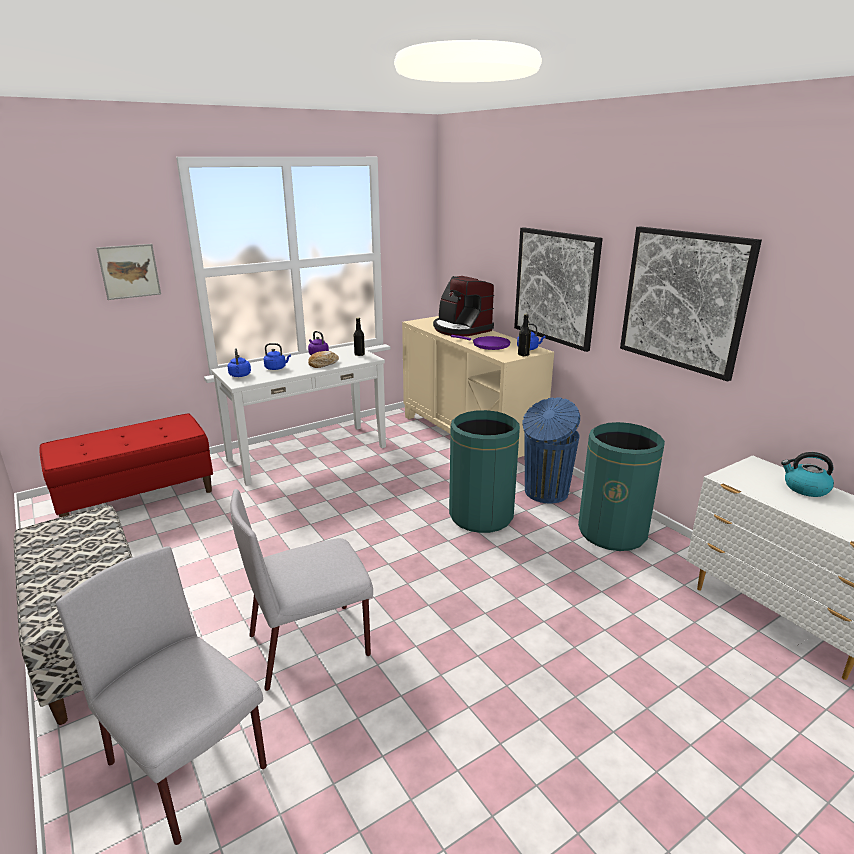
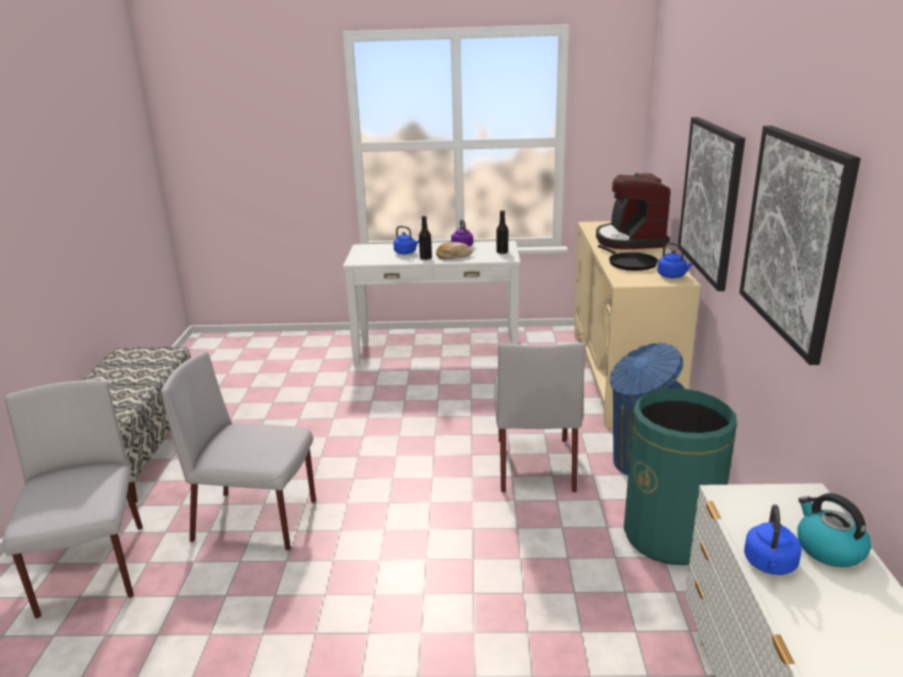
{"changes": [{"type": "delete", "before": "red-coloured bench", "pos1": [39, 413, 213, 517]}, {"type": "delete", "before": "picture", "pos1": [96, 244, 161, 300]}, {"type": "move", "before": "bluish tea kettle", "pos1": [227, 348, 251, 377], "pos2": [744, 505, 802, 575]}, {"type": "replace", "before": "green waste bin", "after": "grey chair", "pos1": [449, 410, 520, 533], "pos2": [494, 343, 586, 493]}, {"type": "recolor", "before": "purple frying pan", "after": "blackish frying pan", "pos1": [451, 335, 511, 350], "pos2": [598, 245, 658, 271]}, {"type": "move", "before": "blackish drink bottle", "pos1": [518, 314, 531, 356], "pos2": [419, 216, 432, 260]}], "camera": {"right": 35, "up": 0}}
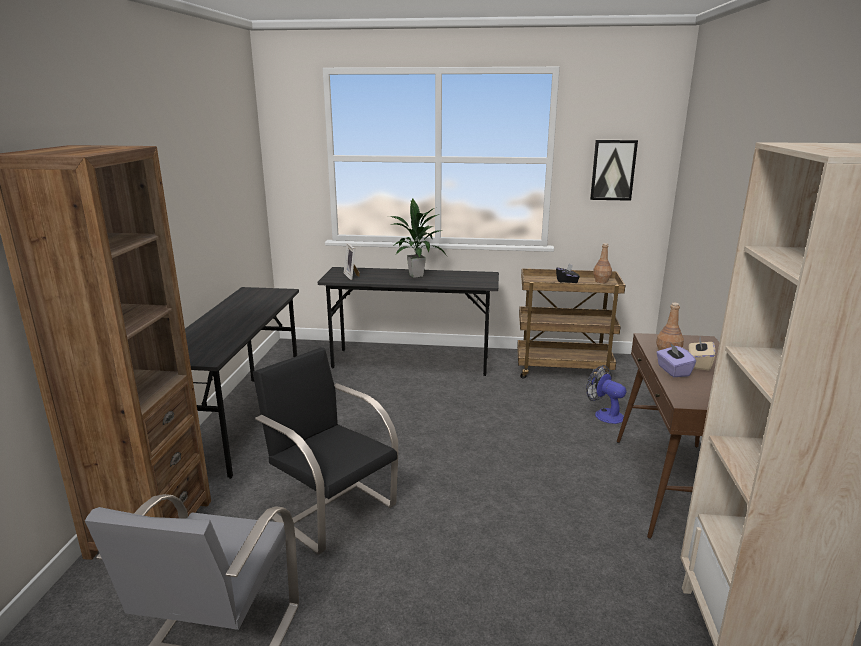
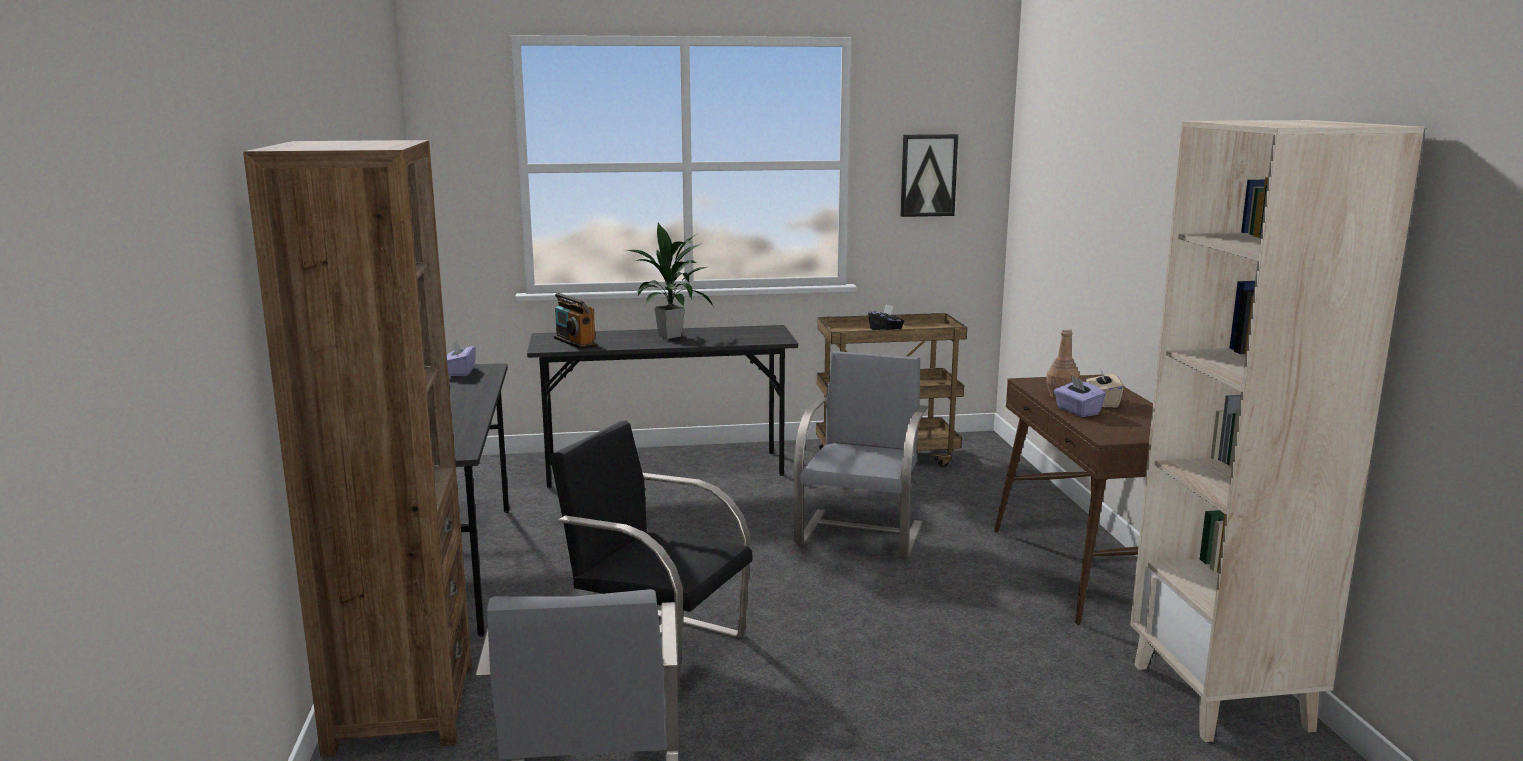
{"changes": [{"type": "replace", "before": "photo frame", "after": "radio", "pos1": [344, 243, 360, 280], "pos2": [554, 293, 597, 349]}, {"type": "delete", "before": "electric fan", "pos1": [586, 365, 626, 424]}, {"type": "delete", "before": "brown drink bottle", "pos1": [593, 243, 612, 283]}, {"type": "insert", "after": "purple box of tissues", "pos2": [447, 339, 476, 376]}, {"type": "insert", "after": "grey chair", "pos2": [794, 351, 928, 559]}], "camera": {"right": -15, "up": -5}}
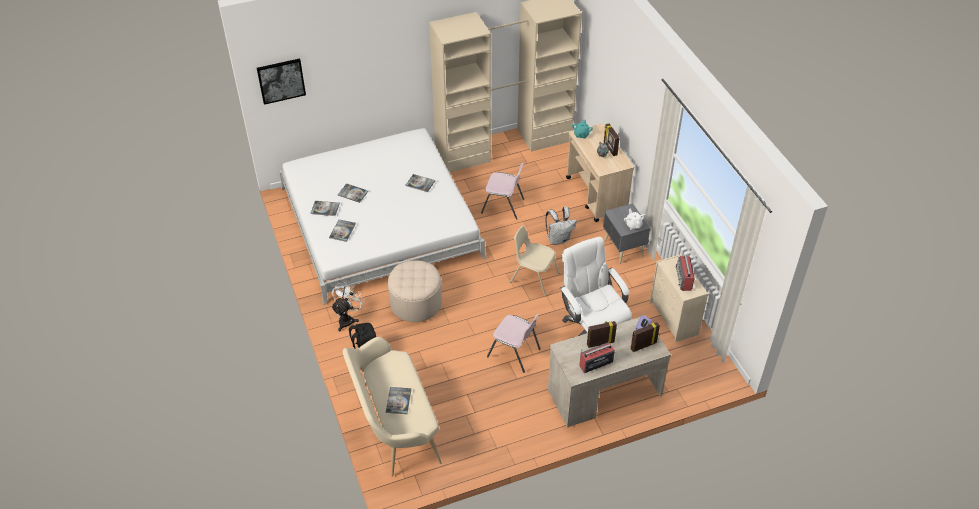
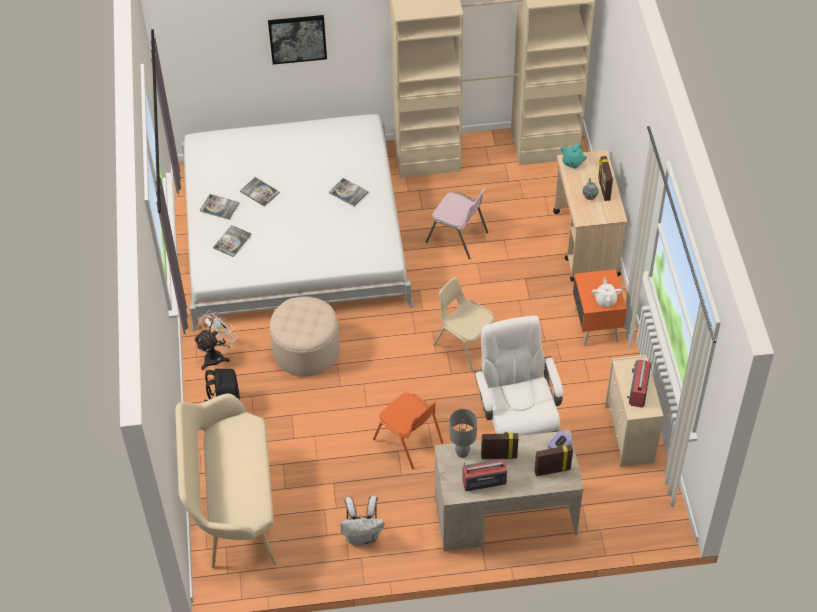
{"changes": [{"type": "move", "before": "picture", "pos1": [257, 58, 306, 105], "pos2": [268, 15, 327, 65]}, {"type": "delete", "before": "book", "pos1": [386, 387, 412, 414]}, {"type": "recolor", "before": "pink chair", "after": "orangey chair", "pos1": [487, 314, 541, 373], "pos2": [373, 392, 443, 469]}, {"type": "move", "before": "whitish knapsack", "pos1": [546, 206, 577, 245], "pos2": [340, 495, 384, 545]}, {"type": "recolor", "before": "grey bedside table", "after": "orangey bedside table", "pos1": [603, 203, 650, 264], "pos2": [573, 269, 626, 346]}, {"type": "insert", "after": "grey tabletop lamp", "pos2": [449, 409, 477, 458]}], "camera": {"right": 15, "up": 5}}
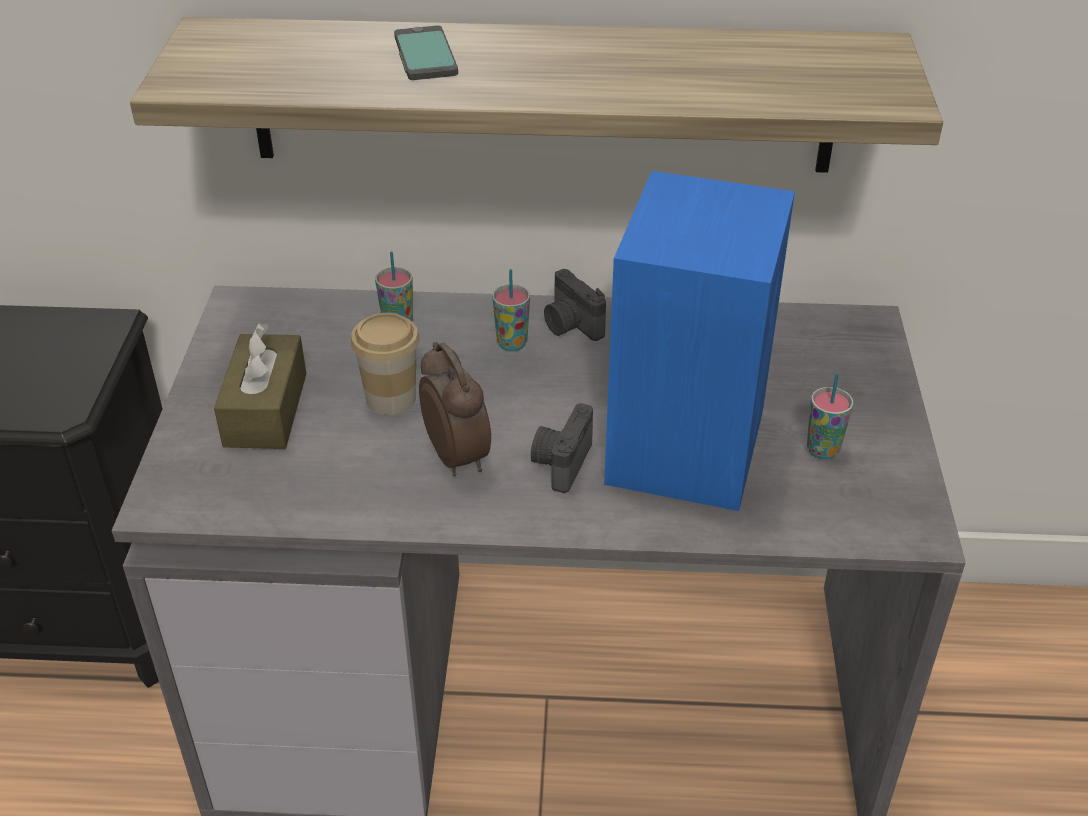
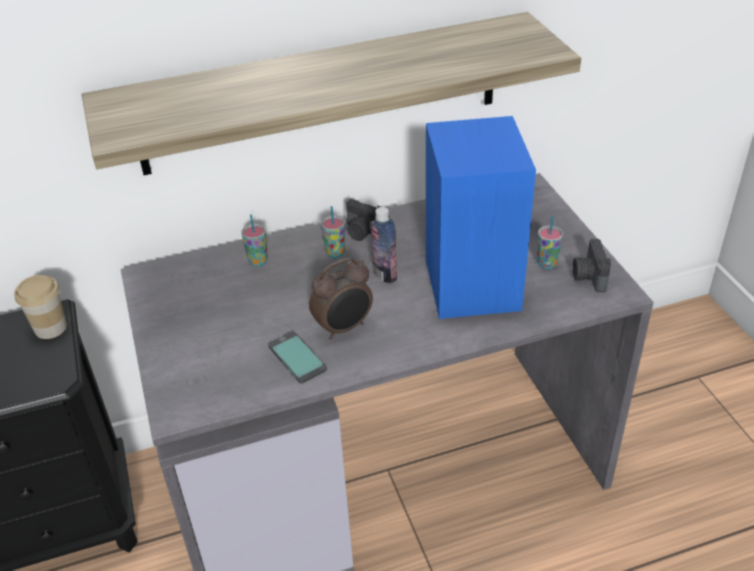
{"changes": [{"type": "delete", "before": "brown box of tissues", "pos1": [214, 323, 307, 449]}, {"type": "move", "before": "small cup", "pos1": [351, 313, 420, 415], "pos2": [14, 275, 67, 339]}, {"type": "move", "before": "handset", "pos1": [394, 26, 458, 80], "pos2": [268, 331, 327, 384]}, {"type": "rotate", "before": "alarm clock", "pos1": [419, 342, 491, 476], "pos2": [309, 257, 373, 339], "turn": 105}, {"type": "move", "before": "still camera", "pos1": [531, 403, 593, 493], "pos2": [573, 239, 611, 292]}, {"type": "insert", "after": "drink bottle", "pos2": [371, 207, 397, 283]}], "camera": {"right": -20, "up": 0}}
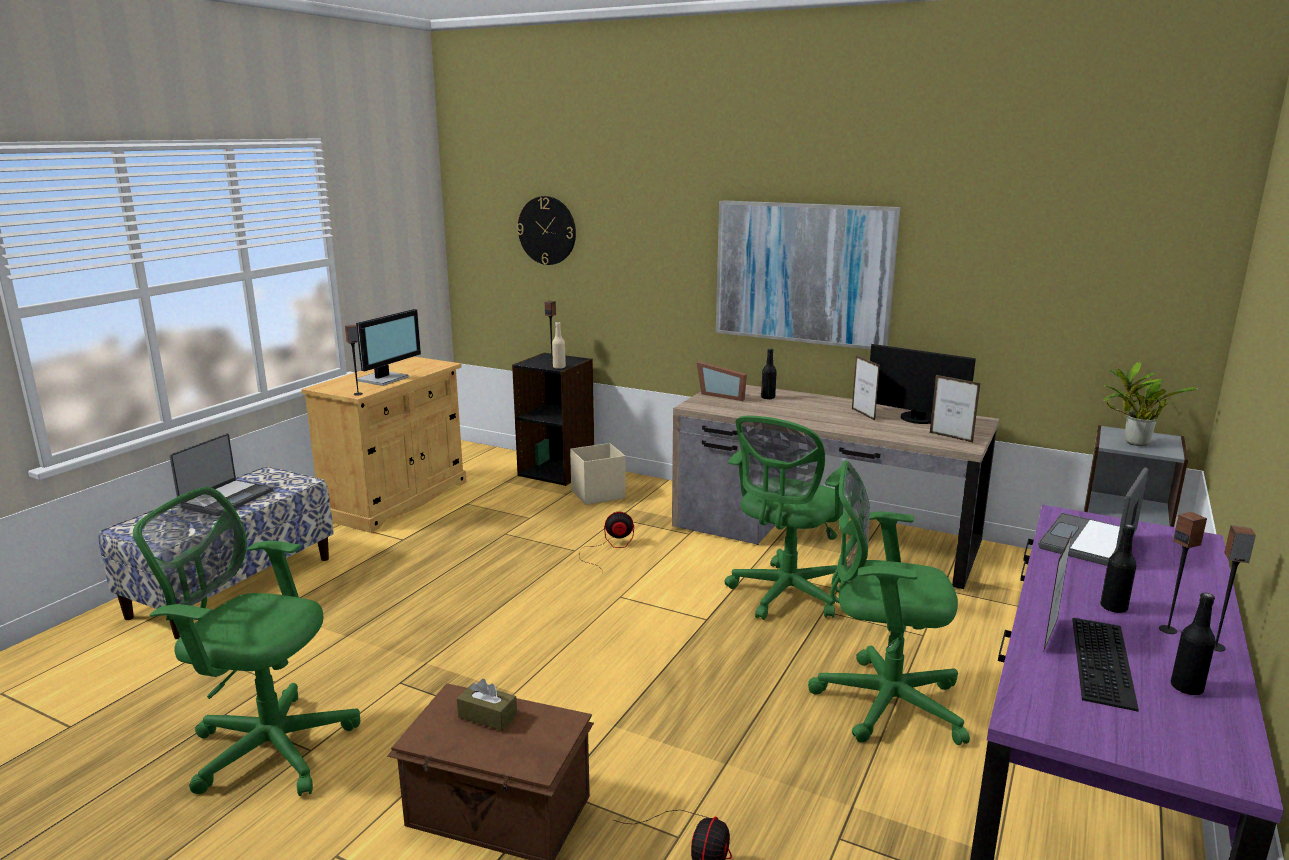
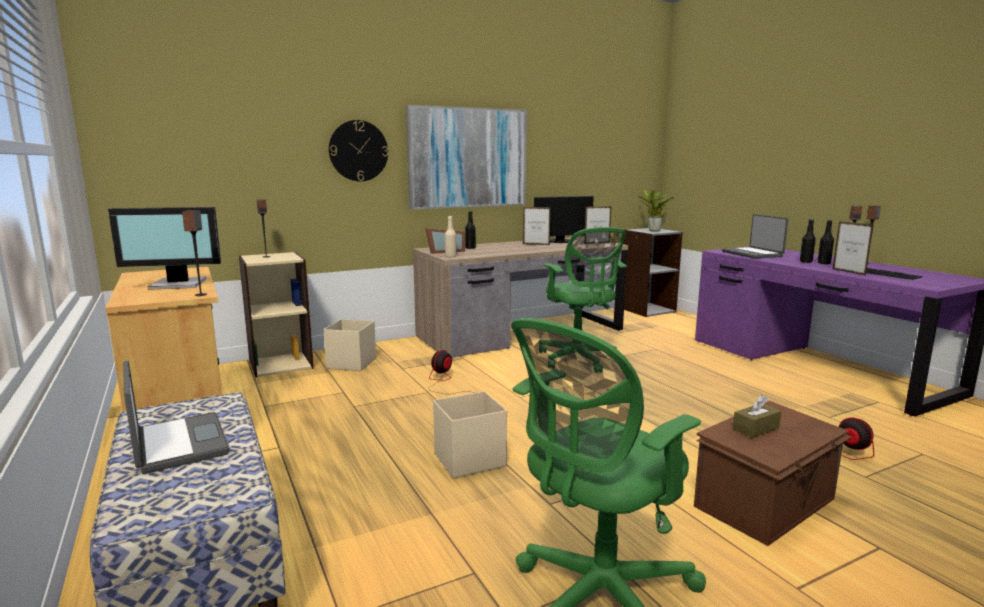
{"changes": [{"type": "rotate", "before": "computer display", "pos1": [356, 309, 421, 386], "pos2": [108, 207, 221, 290], "turn": 105}, {"type": "recolor", "before": "blackish bookshelf", "after": "sand-coloured bookshelf", "pos1": [512, 352, 594, 486], "pos2": [239, 252, 314, 378]}, {"type": "move", "before": "hanging clock", "pos1": [517, 196, 576, 265], "pos2": [329, 120, 388, 181]}, {"type": "move", "before": "sand-coloured drink bottle", "pos1": [552, 322, 566, 369], "pos2": [445, 216, 456, 257]}, {"type": "delete", "before": "green office chair", "pos1": [808, 460, 970, 745]}, {"type": "move", "before": "blackish drink bottle", "pos1": [1171, 593, 1216, 696], "pos2": [800, 219, 816, 263]}, {"type": "insert", "after": "sand-coloured storage bin", "pos2": [433, 391, 507, 478]}], "camera": {"right": -55, "up": -5}}
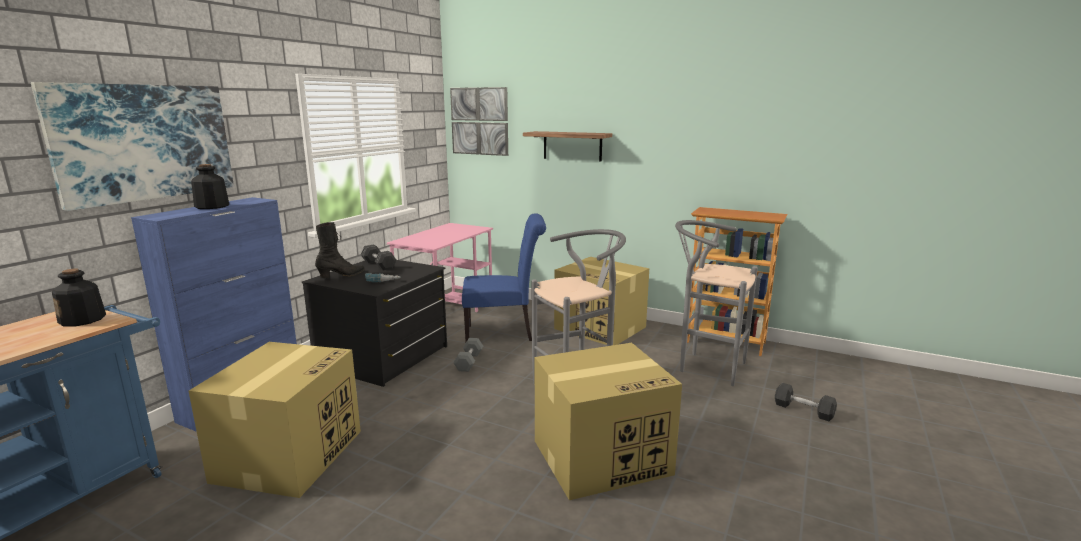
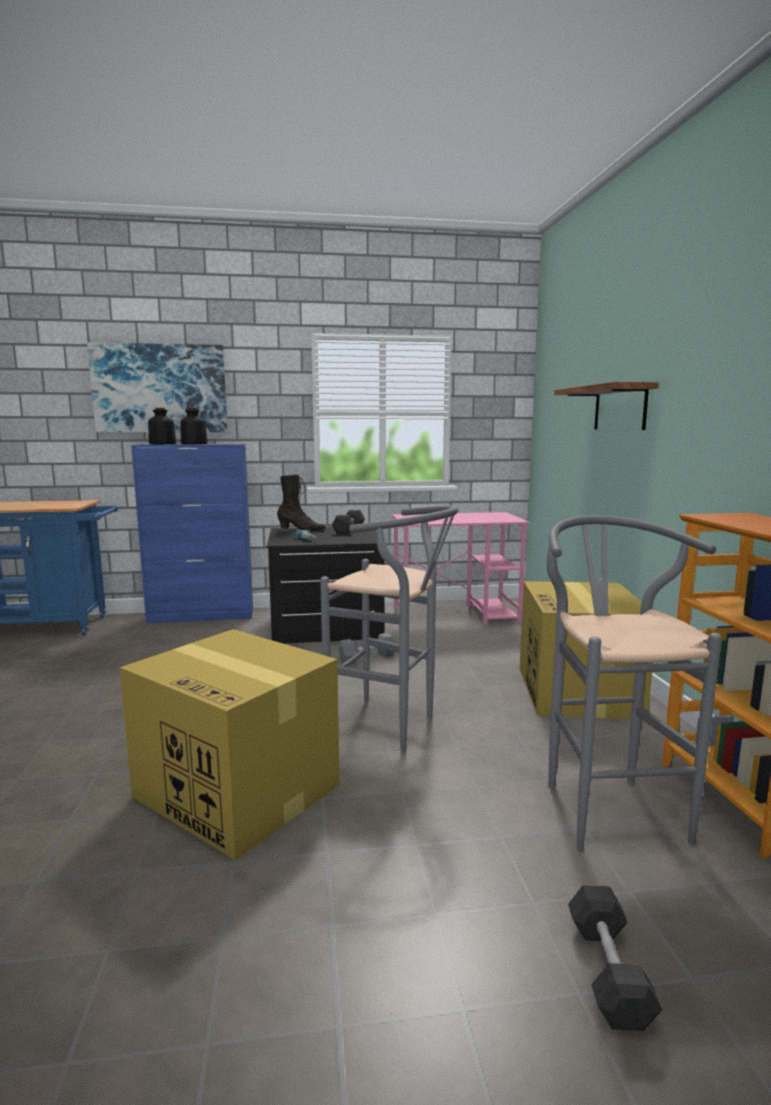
{"changes": [{"type": "move", "before": "drink bottle", "pos1": [52, 269, 106, 327], "pos2": [148, 408, 176, 444]}, {"type": "delete", "before": "cardboard box", "pos1": [189, 342, 361, 498]}, {"type": "delete", "before": "picture", "pos1": [450, 87, 508, 156]}, {"type": "delete", "before": "bluish chair", "pos1": [462, 213, 546, 342]}], "camera": {"right": 55, "up": -5}}
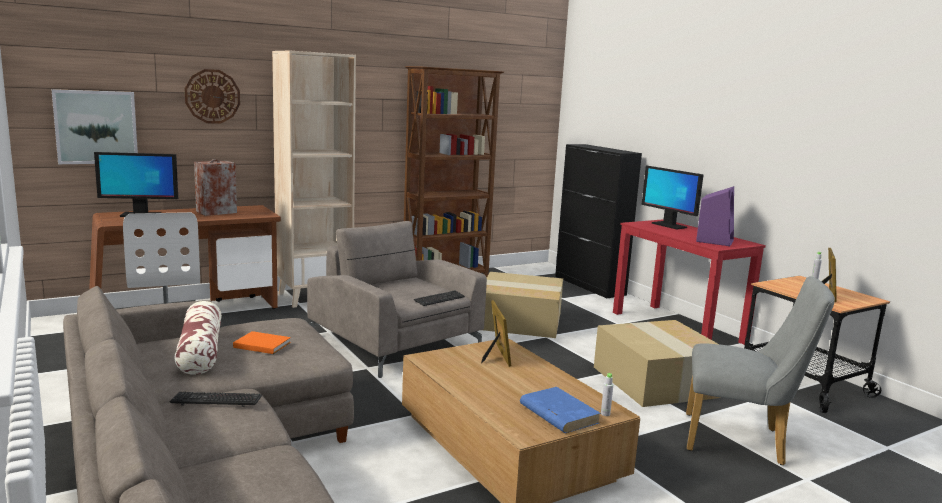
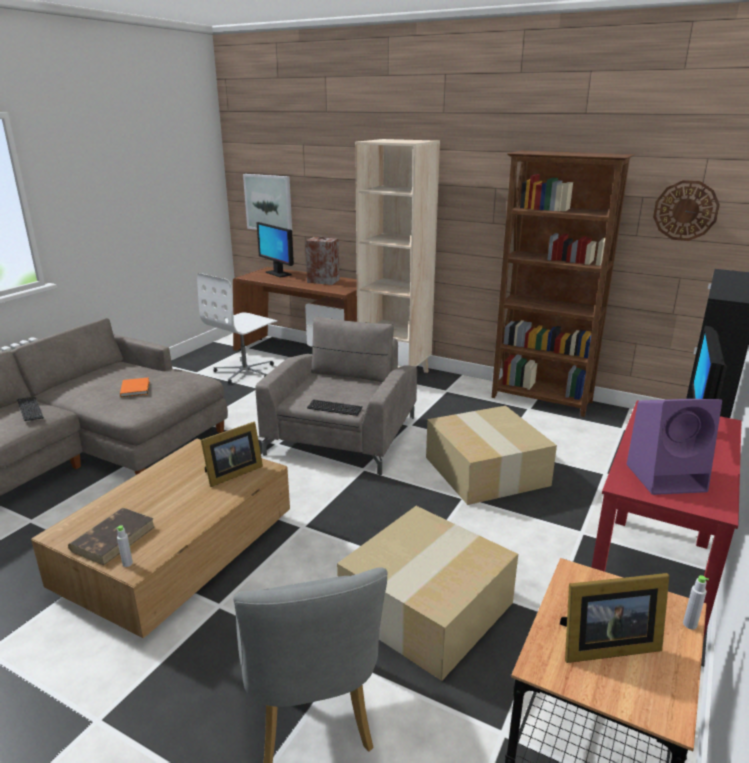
{"changes": [{"type": "delete", "before": "pillow", "pos1": [174, 301, 222, 375]}, {"type": "move", "before": "hanging clock", "pos1": [184, 69, 240, 124], "pos2": [653, 180, 720, 241]}, {"type": "recolor", "before": "bluish book", "after": "brown book", "pos1": [520, 387, 601, 433], "pos2": [68, 508, 155, 565]}], "camera": {"right": 60, "up": 10}}
